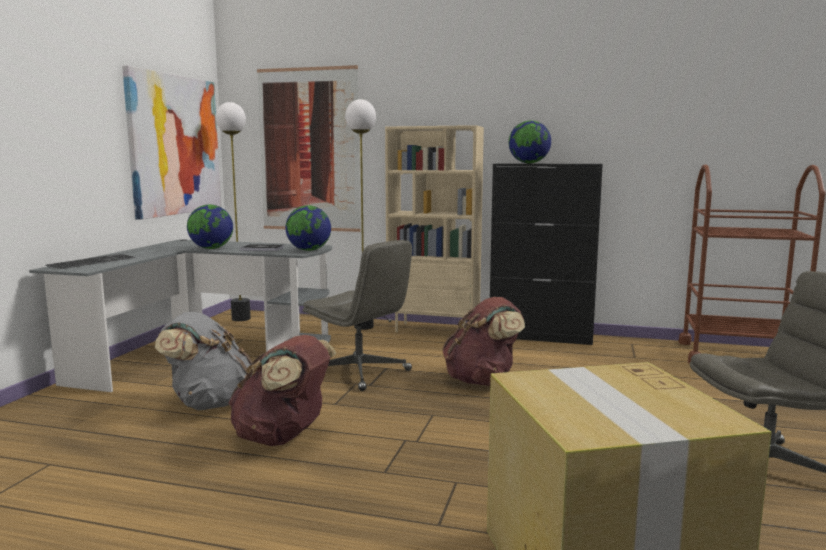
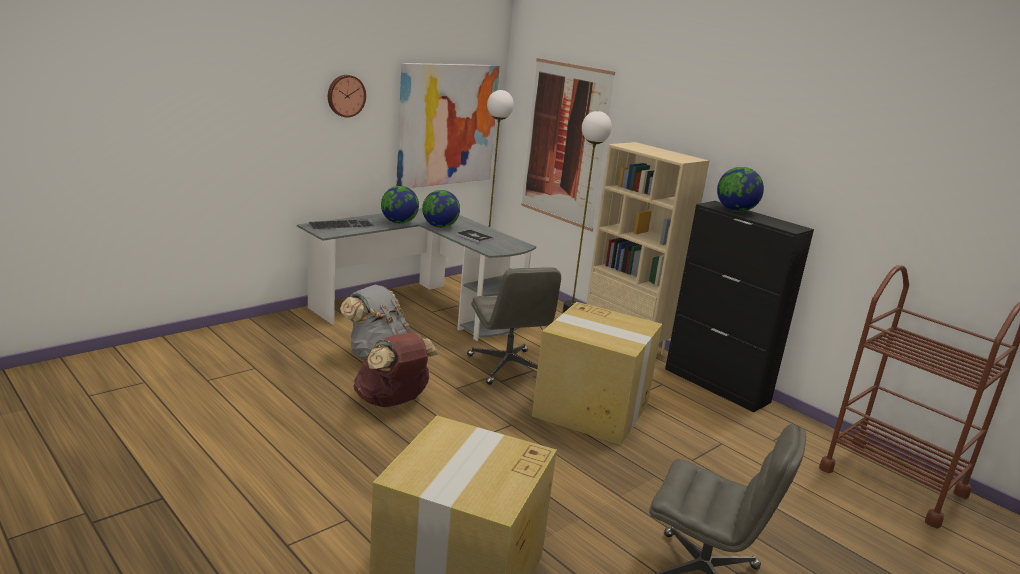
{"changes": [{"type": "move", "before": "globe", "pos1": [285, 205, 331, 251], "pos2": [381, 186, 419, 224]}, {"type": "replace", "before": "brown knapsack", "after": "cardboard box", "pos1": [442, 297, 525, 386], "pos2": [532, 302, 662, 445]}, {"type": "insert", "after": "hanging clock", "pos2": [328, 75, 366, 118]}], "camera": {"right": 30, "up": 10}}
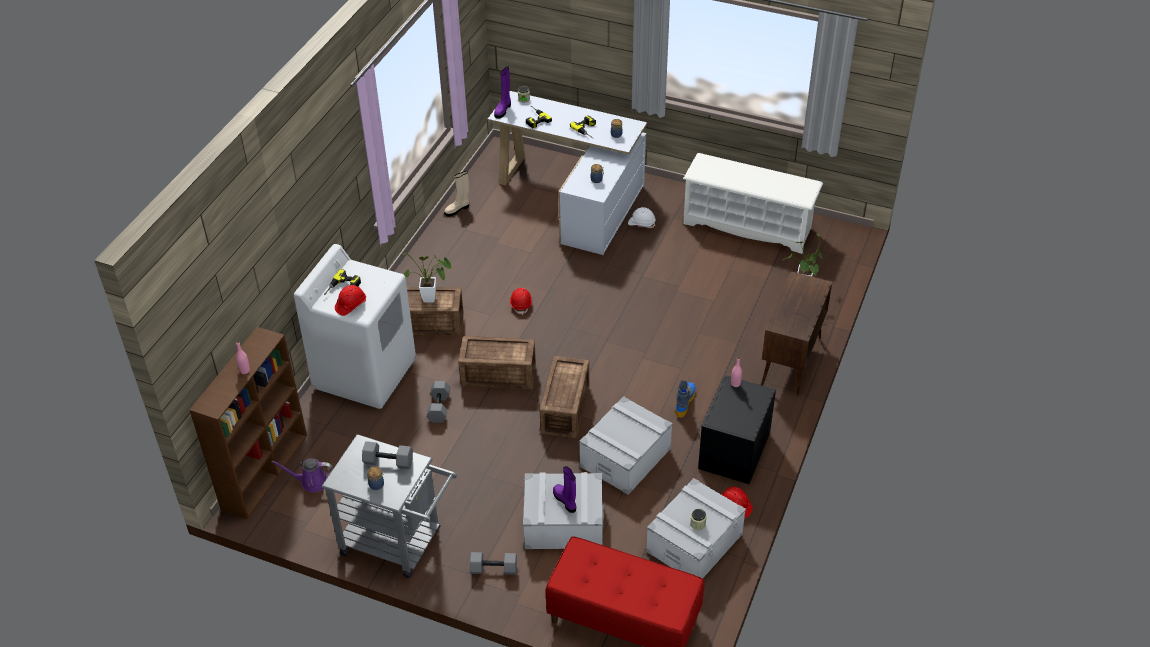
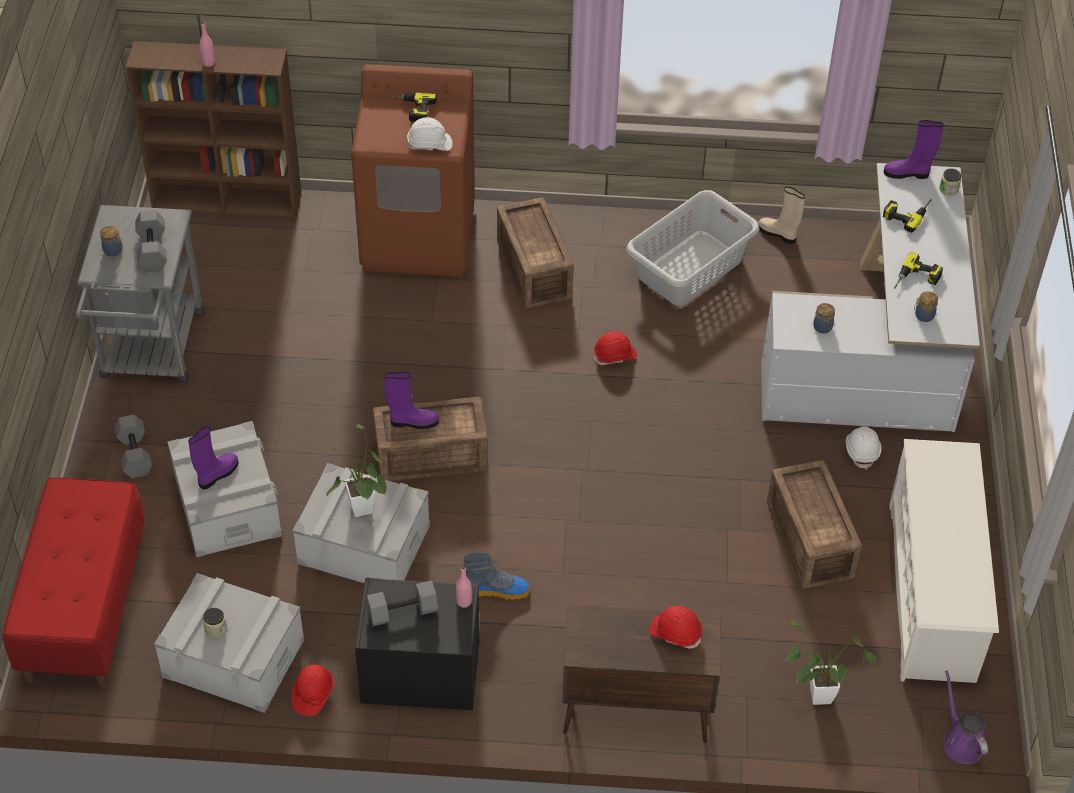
{"changes": [{"type": "move", "before": "purple sprinkling can", "pos1": [272, 458, 332, 492], "pos2": [944, 670, 988, 764]}, {"type": "recolor", "before": "whitish washing machine", "after": "brown washing machine", "pos1": [294, 244, 416, 409], "pos2": [351, 64, 475, 276]}, {"type": "move", "before": "red-coloured work helmet", "pos1": [335, 285, 366, 316], "pos2": [649, 606, 702, 648]}, {"type": "move", "before": "plant in a pot", "pos1": [401, 251, 452, 302], "pos2": [326, 424, 387, 517]}, {"type": "move", "before": "grey free weight", "pos1": [427, 381, 450, 423], "pos2": [366, 581, 439, 626]}, {"type": "move", "before": "shipping crate", "pos1": [458, 336, 536, 389], "pos2": [767, 460, 862, 589]}, {"type": "insert", "after": "purple tall boot", "pos2": [385, 371, 439, 429]}, {"type": "insert", "after": "whitish work helmet", "pos2": [407, 117, 452, 151]}, {"type": "insert", "after": "grey laundry basket", "pos2": [626, 190, 760, 305]}], "camera": {"right": 70, "up": 5}}
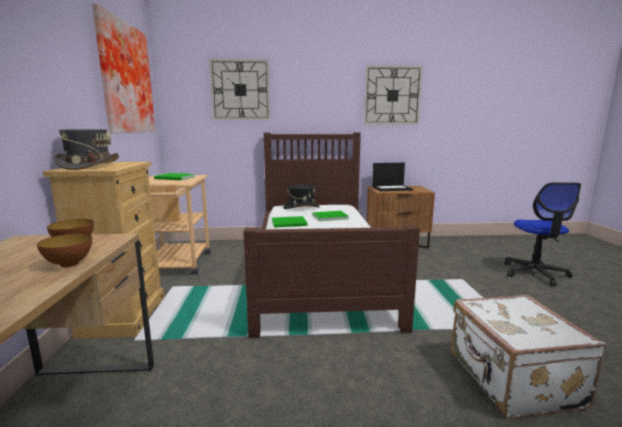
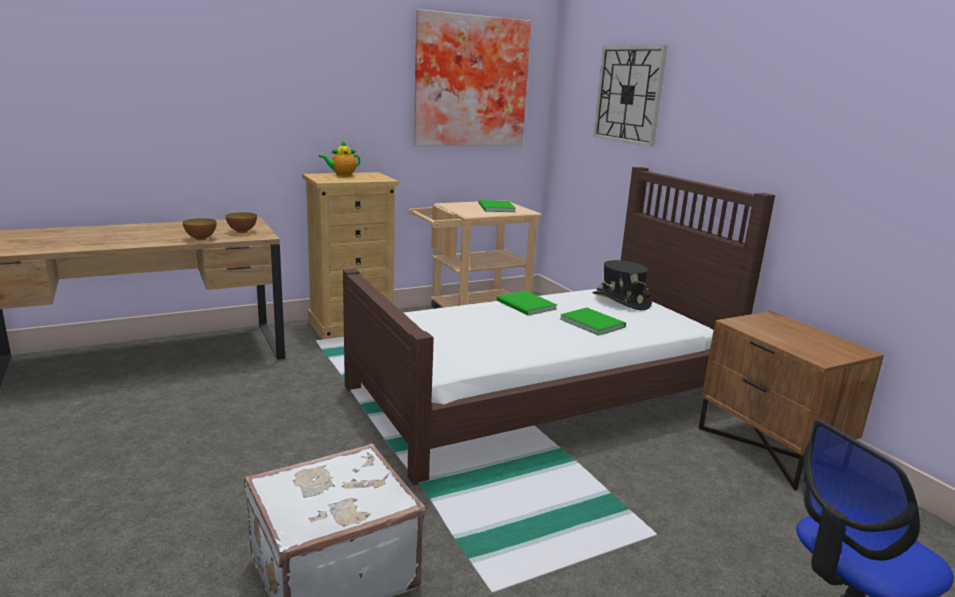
{"changes": [{"type": "replace", "before": "grey hat", "after": "teapot", "pos1": [54, 129, 119, 170], "pos2": [318, 141, 360, 177]}, {"type": "delete", "before": "hanging clock", "pos1": [364, 65, 423, 125]}, {"type": "delete", "before": "laptop", "pos1": [372, 163, 413, 191]}], "camera": {"right": 65, "up": 5}}
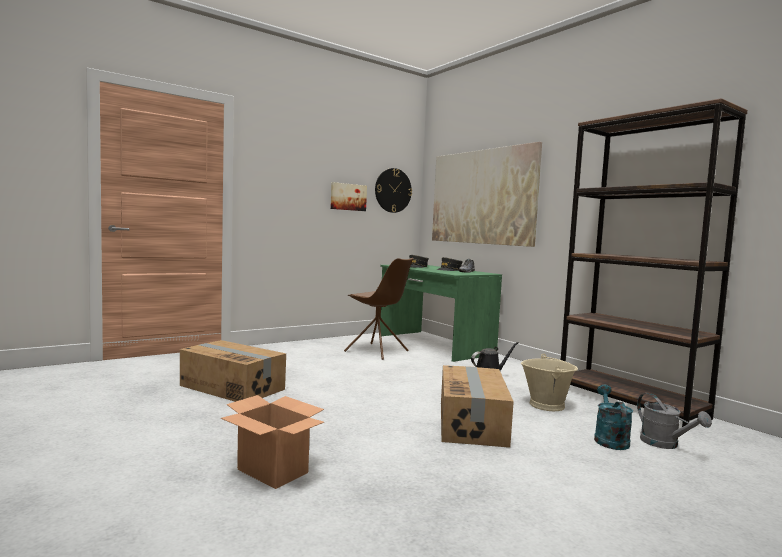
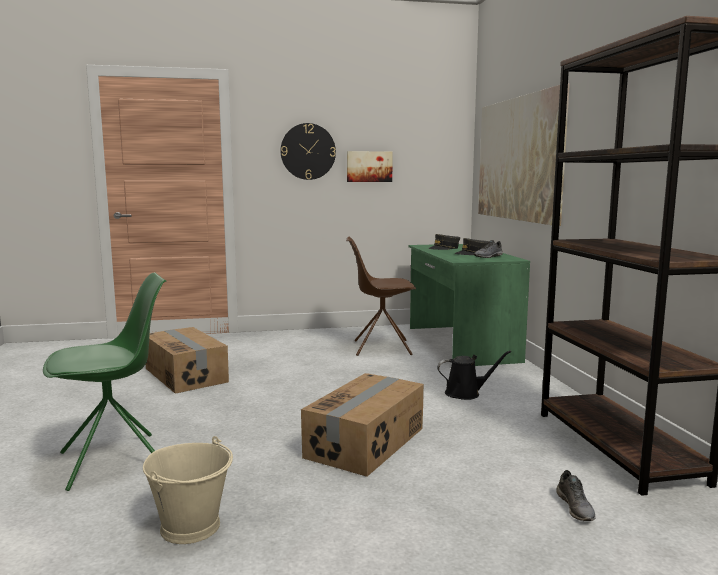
{"changes": [{"type": "replace", "before": "cardboard box", "after": "green chair", "pos1": [221, 395, 324, 489], "pos2": [43, 272, 167, 491]}, {"type": "rotate", "before": "brown chair", "pos1": [344, 258, 414, 360], "pos2": [346, 237, 416, 356], "turn": 120}, {"type": "move", "before": "hanging clock", "pos1": [375, 168, 412, 213], "pos2": [280, 123, 336, 180]}, {"type": "move", "before": "sand-coloured water bucket", "pos1": [521, 354, 578, 411], "pos2": [143, 436, 233, 544]}, {"type": "delete", "before": "turquoise sprinkling can", "pos1": [594, 385, 633, 450]}, {"type": "replace", "before": "grey sprinkling can", "after": "grey item of footwear", "pos1": [637, 393, 712, 449], "pos2": [556, 470, 596, 521]}], "camera": {"right": 25, "up": 5}}
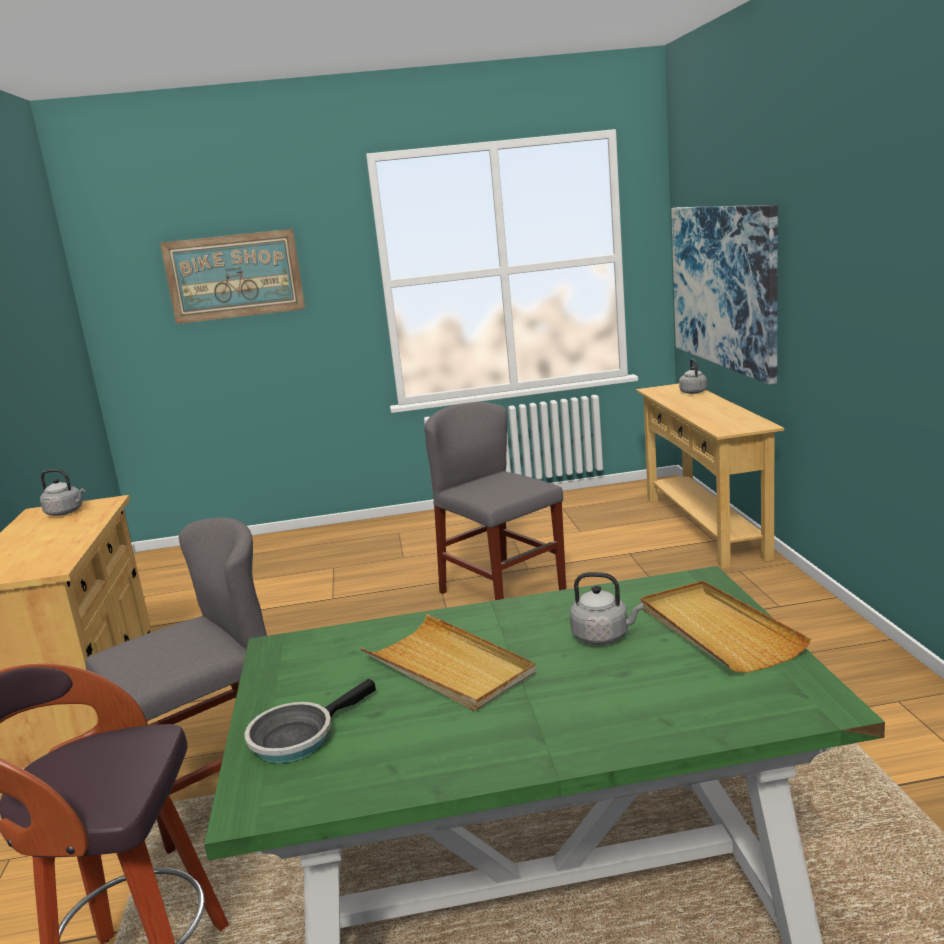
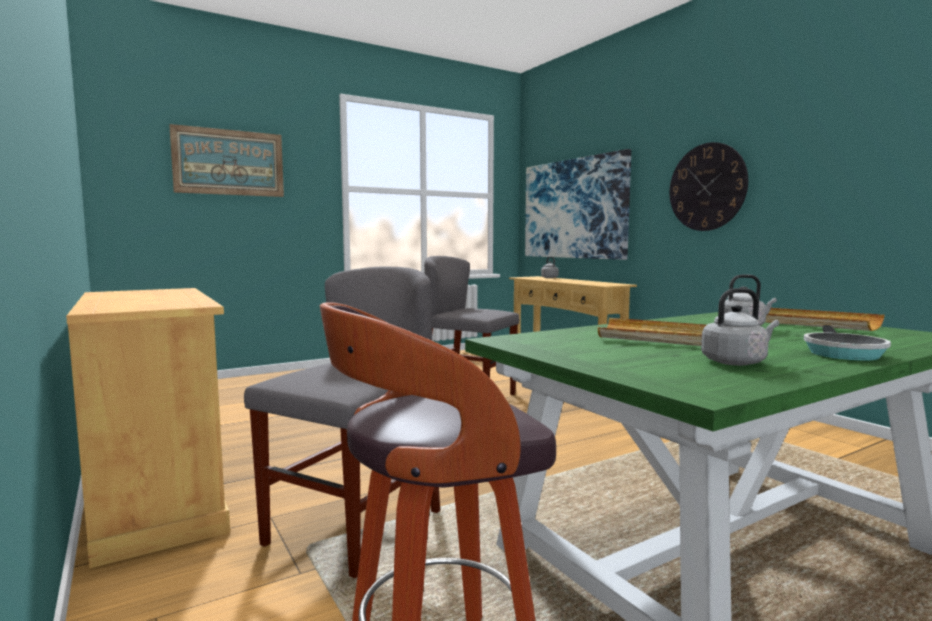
{"changes": [{"type": "move", "before": "grey tea kettle", "pos1": [40, 469, 85, 516], "pos2": [701, 288, 779, 366]}, {"type": "move", "before": "frying pan", "pos1": [245, 679, 376, 763], "pos2": [804, 325, 891, 361]}, {"type": "insert", "after": "hanging clock", "pos2": [670, 142, 748, 231]}], "camera": {"right": -25, "up": -10}}
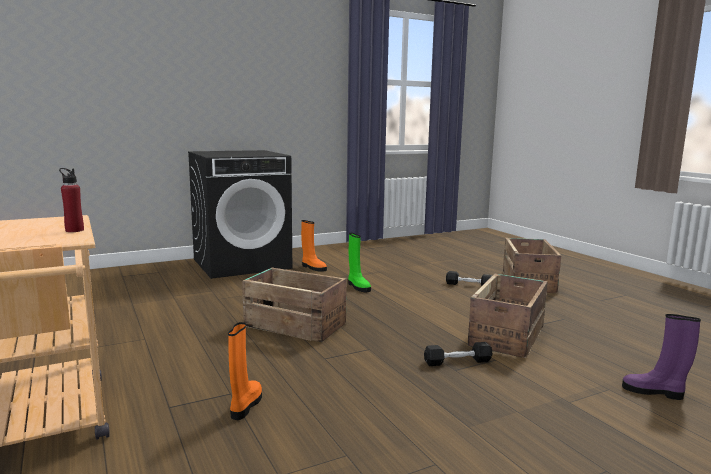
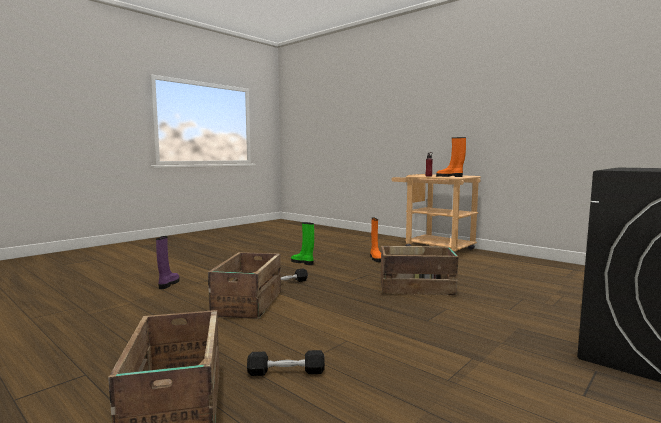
{"changes": [{"type": "move", "before": "orangey tall boot", "pos1": [301, 220, 327, 272], "pos2": [436, 137, 466, 177]}, {"type": "move", "before": "green tall boot", "pos1": [348, 233, 371, 292], "pos2": [291, 222, 314, 265]}, {"type": "rotate", "before": "purple tall boot", "pos1": [622, 314, 701, 400], "pos2": [156, 236, 180, 289], "turn": -90}], "camera": {"right": 160, "up": -5}}
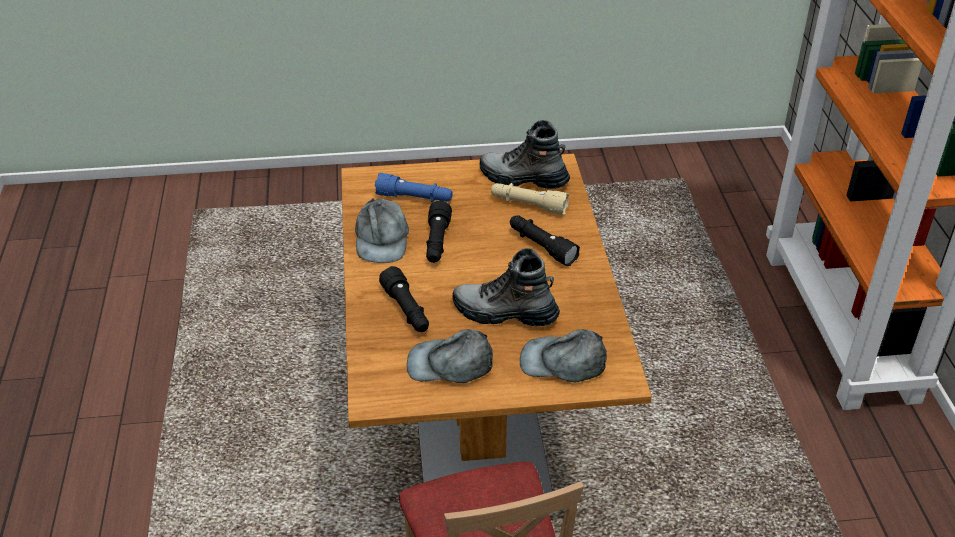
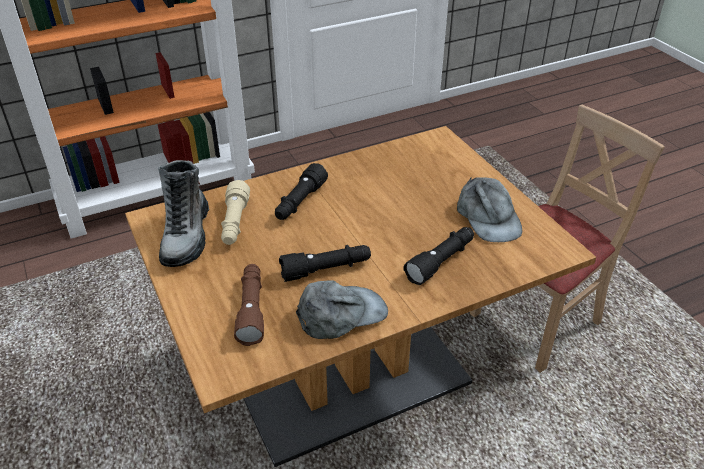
{"changes": [{"type": "recolor", "before": "bluish flashlight", "after": "brown flashlight", "pos1": [375, 173, 453, 202], "pos2": [234, 264, 264, 346]}, {"type": "delete", "before": "tall boot", "pos1": [453, 248, 560, 327]}, {"type": "delete", "before": "grey baseball cap", "pos1": [520, 329, 607, 382]}], "camera": {"right": -110, "up": 0}}
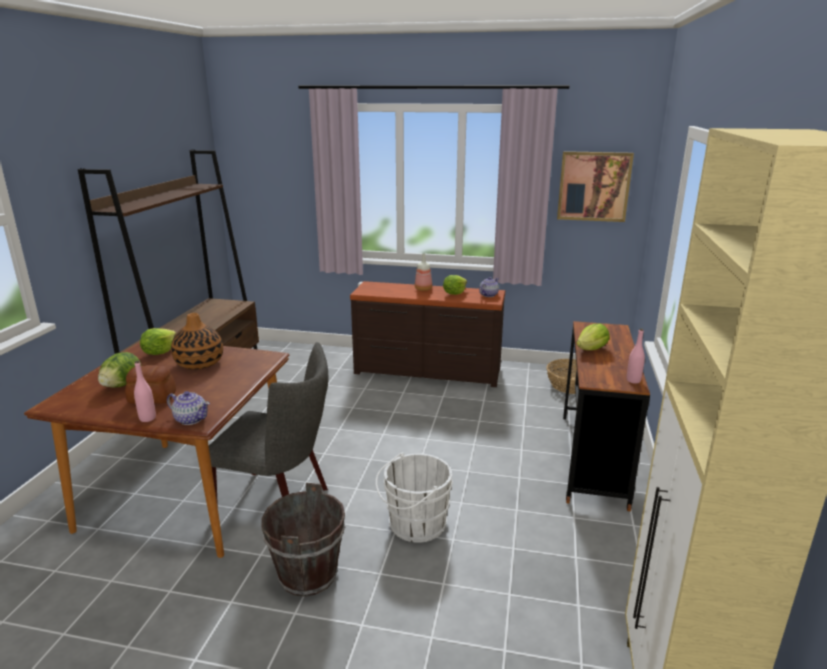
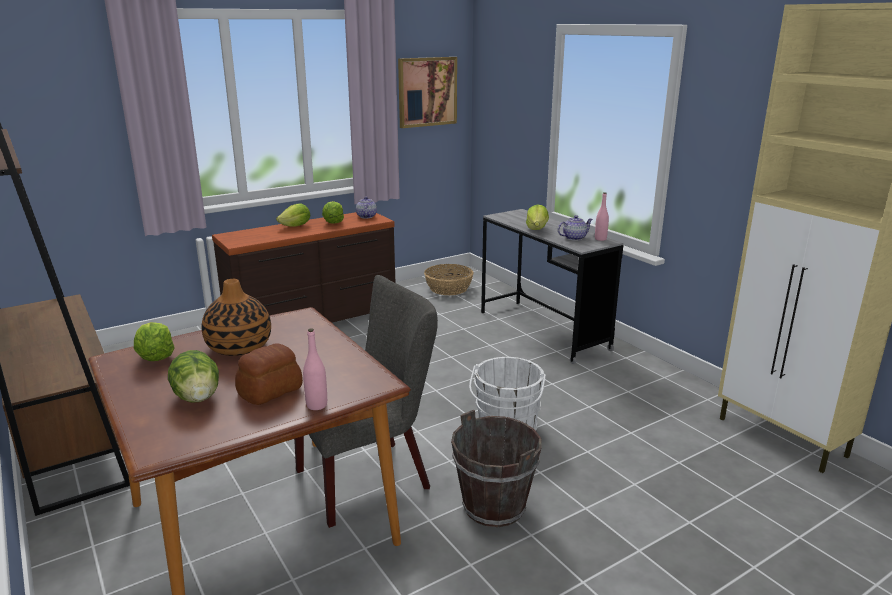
{"changes": [{"type": "move", "before": "teapot", "pos1": [167, 391, 210, 425], "pos2": [558, 215, 593, 241]}, {"type": "replace", "before": "drink bottle", "after": "lettuce head", "pos1": [415, 253, 432, 291], "pos2": [276, 203, 310, 226]}, {"type": "recolor", "before": "brown desk", "after": "grey desk", "pos1": [563, 321, 650, 511], "pos2": [481, 209, 623, 364]}], "camera": {"right": -45, "up": 0}}
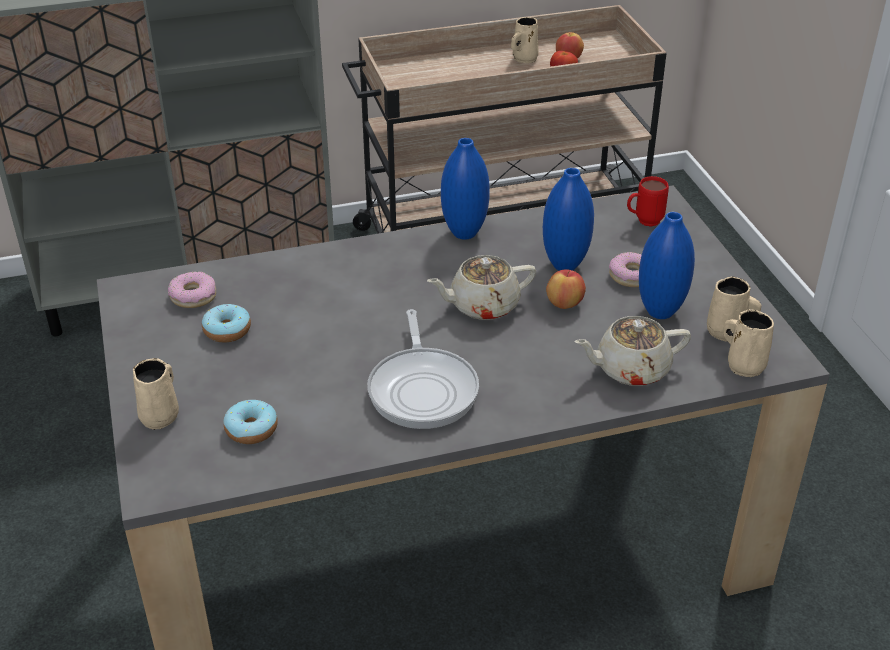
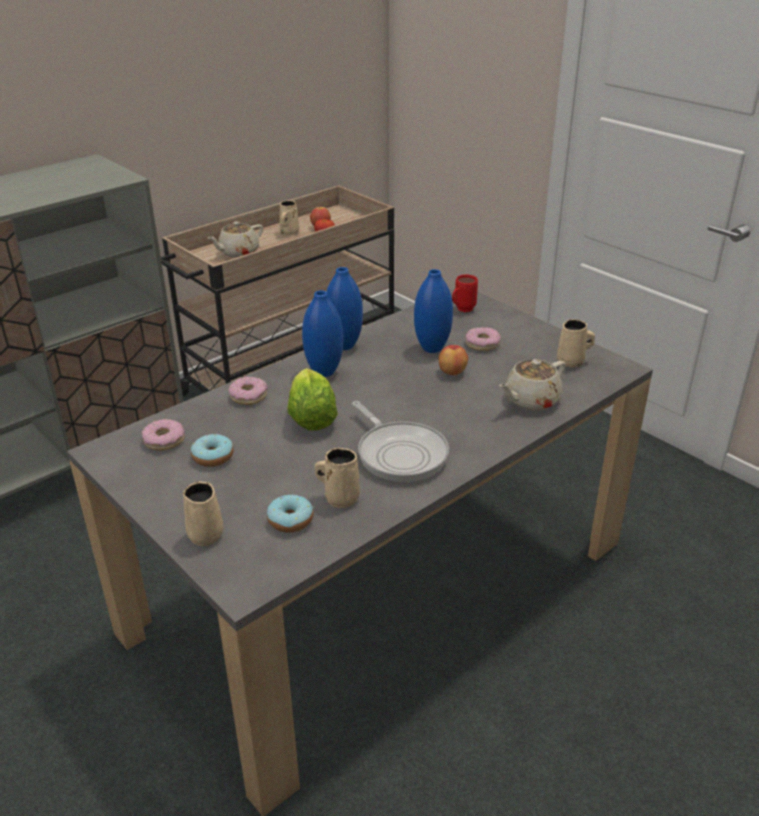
{"changes": [{"type": "move", "before": "sand-coloured teapot", "pos1": [427, 255, 536, 320], "pos2": [208, 221, 263, 258]}, {"type": "move", "before": "bluish vase", "pos1": [639, 212, 695, 319], "pos2": [302, 290, 343, 377]}, {"type": "move", "before": "sand-coloured mug", "pos1": [723, 309, 774, 377], "pos2": [315, 448, 360, 508]}, {"type": "insert", "after": "ring doughnut", "pos2": [229, 376, 268, 405]}, {"type": "insert", "after": "lettuce head", "pos2": [288, 368, 338, 431]}], "camera": {"right": -25, "up": -5}}
